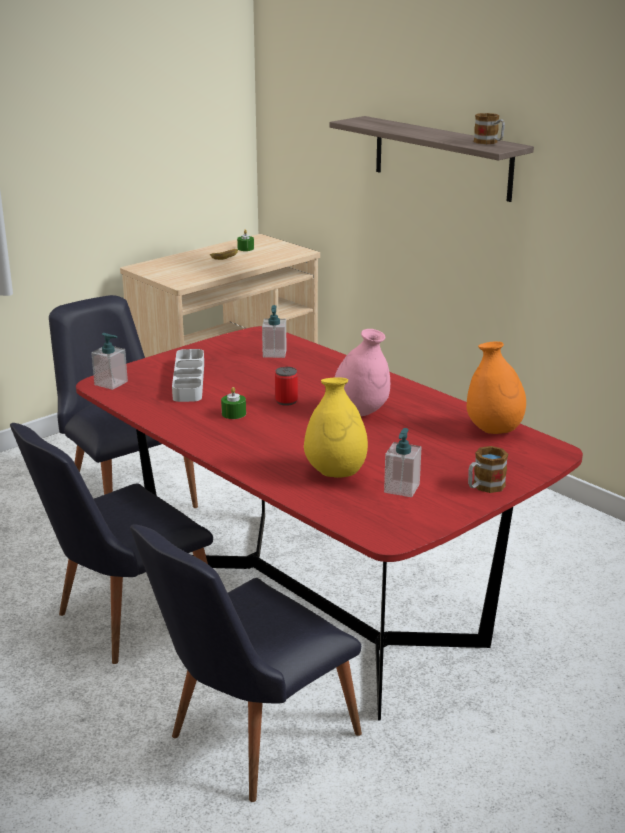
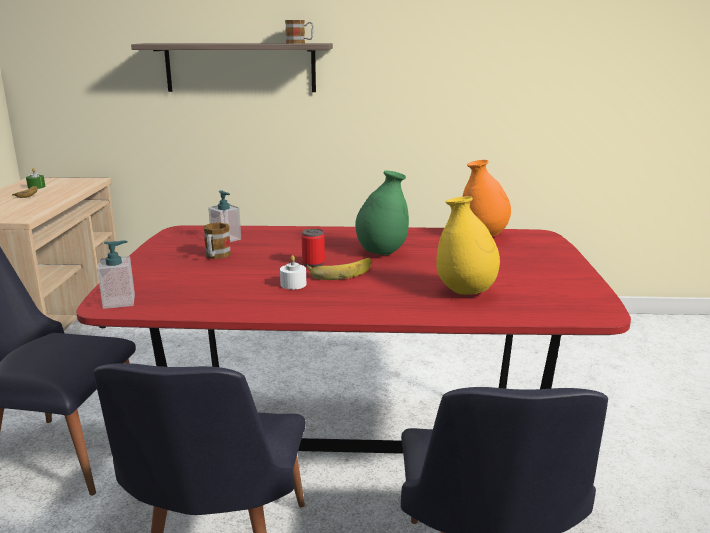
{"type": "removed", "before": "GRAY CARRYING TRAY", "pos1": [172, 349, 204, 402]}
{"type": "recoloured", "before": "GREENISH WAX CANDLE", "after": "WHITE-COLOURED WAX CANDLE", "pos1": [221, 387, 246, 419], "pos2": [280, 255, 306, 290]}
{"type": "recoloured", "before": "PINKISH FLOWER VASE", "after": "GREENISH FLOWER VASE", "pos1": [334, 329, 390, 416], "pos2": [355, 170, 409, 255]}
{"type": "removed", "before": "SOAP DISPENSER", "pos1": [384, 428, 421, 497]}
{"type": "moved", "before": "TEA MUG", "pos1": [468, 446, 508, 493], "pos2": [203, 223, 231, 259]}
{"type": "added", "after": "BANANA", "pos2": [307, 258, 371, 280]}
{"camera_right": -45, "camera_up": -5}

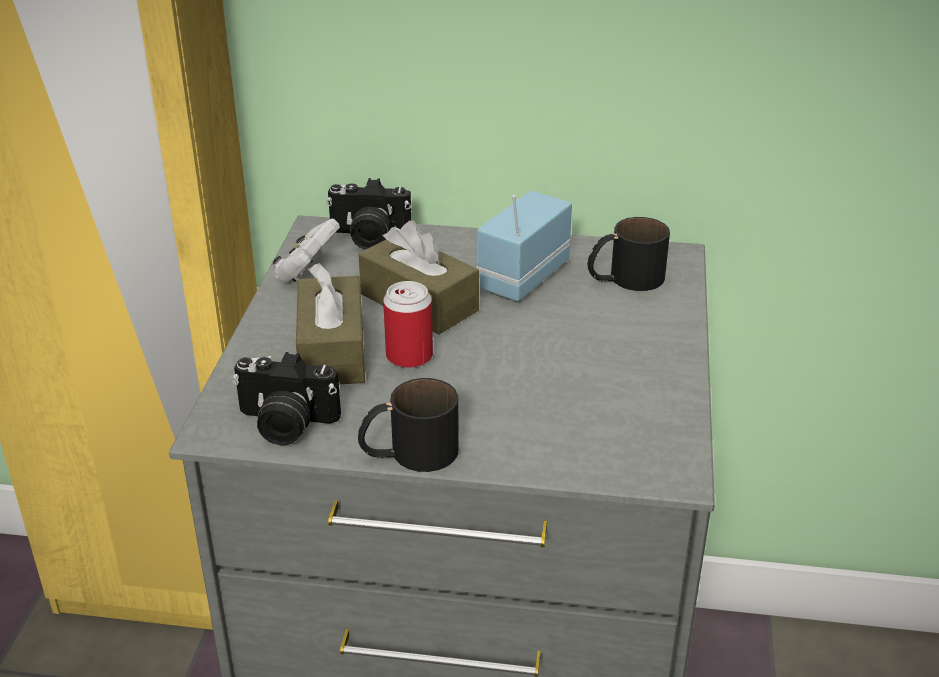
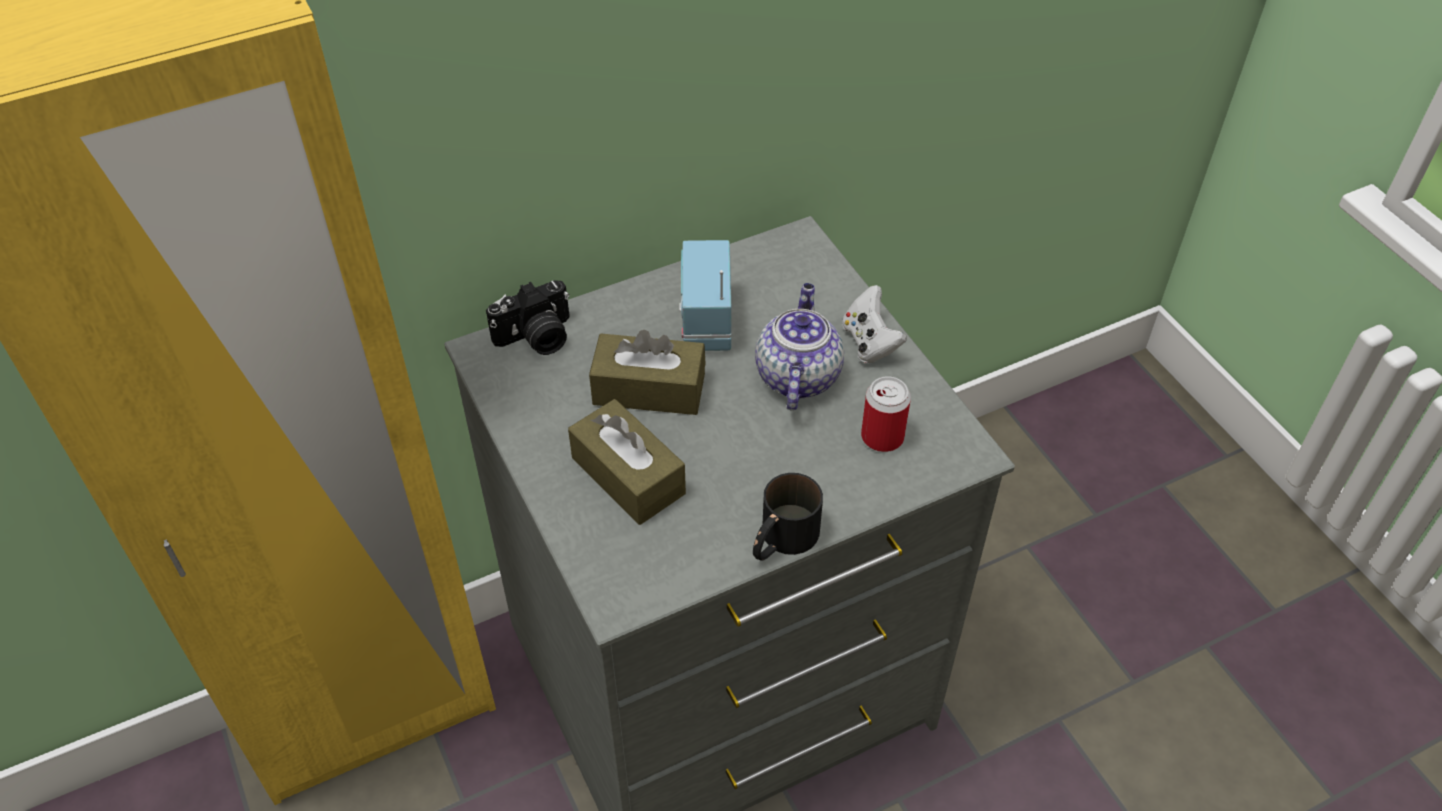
{"type": "removed", "before": "PHOTO CAMERA", "pos1": [232, 352, 341, 446]}
{"type": "moved", "before": "WHITE-COLOURED GAME CONTROLLER", "pos1": [273, 219, 340, 282], "pos2": [842, 285, 907, 363]}
{"type": "moved", "before": "METAL CAN", "pos1": [383, 281, 433, 368], "pos2": [861, 376, 911, 452]}
{"type": "removed", "before": "BLACK-COLOURED TEA MUG", "pos1": [588, 217, 670, 291]}
{"type": "added", "after": "TEAPOT", "pos2": [755, 283, 844, 411]}
{"camera_right": -35, "camera_up": 15}

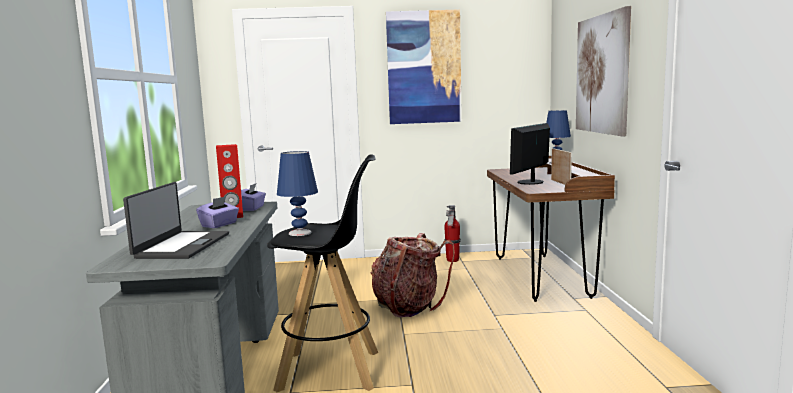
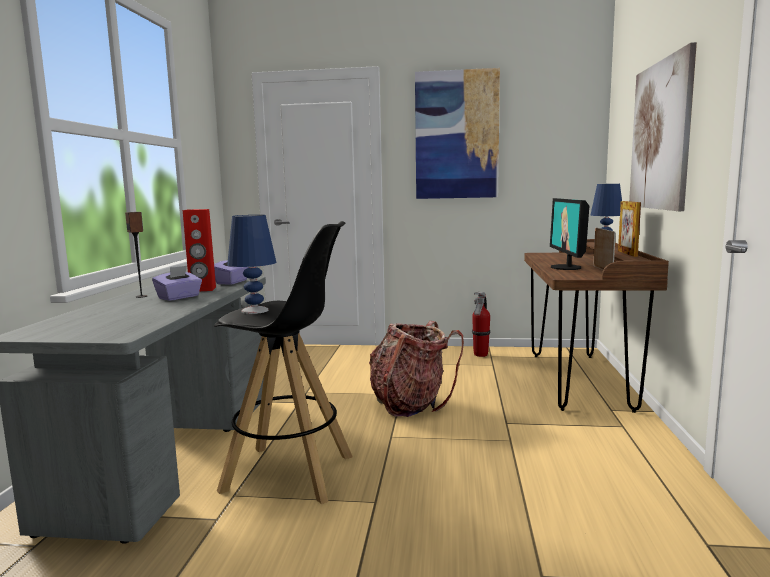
{"type": "removed", "before": "NOTEBOOK COMPUTER", "pos1": [123, 182, 229, 259]}
{"type": "turned", "before": "MONITOR", "pos1": [510, 123, 550, 185], "pos2": [550, 198, 589, 270], "turn": -45}
{"type": "added", "after": "LOUDSPEAKER", "pos2": [125, 212, 147, 298]}
{"type": "added", "after": "STANDING FRAME", "pos2": [618, 201, 641, 257]}
{"camera_right": 10, "camera_up": 0}

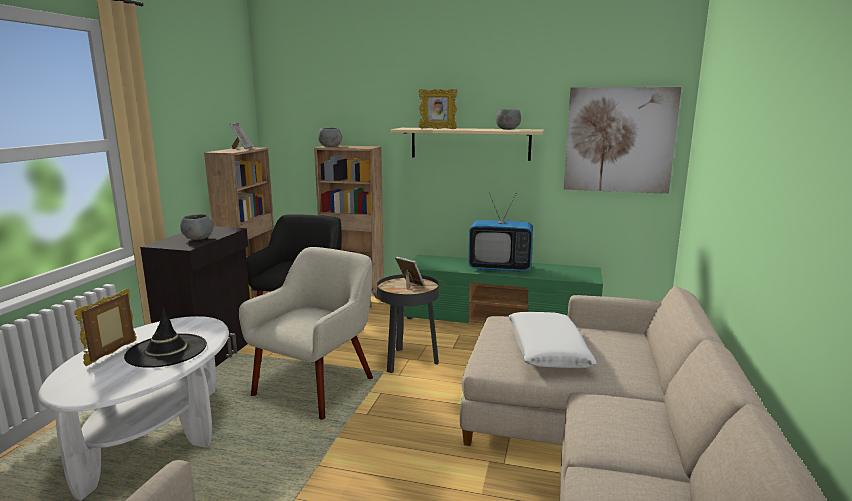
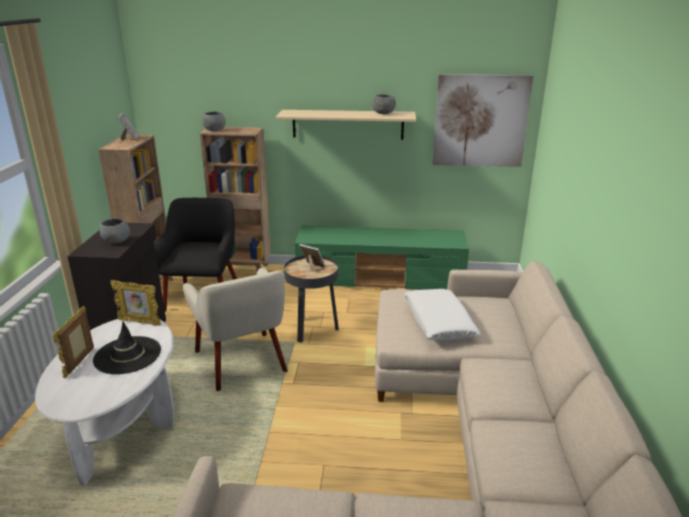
{"type": "turned", "before": "BEIGE ARMCHAIR", "pos1": [239, 247, 373, 420], "pos2": [183, 267, 288, 391], "turn": 135}
{"type": "moved", "before": "STANDING FRAME", "pos1": [419, 89, 457, 129], "pos2": [110, 280, 161, 326]}
{"type": "removed", "before": "TV", "pos1": [468, 193, 533, 272]}
{"camera_right": -10, "camera_up": 10}

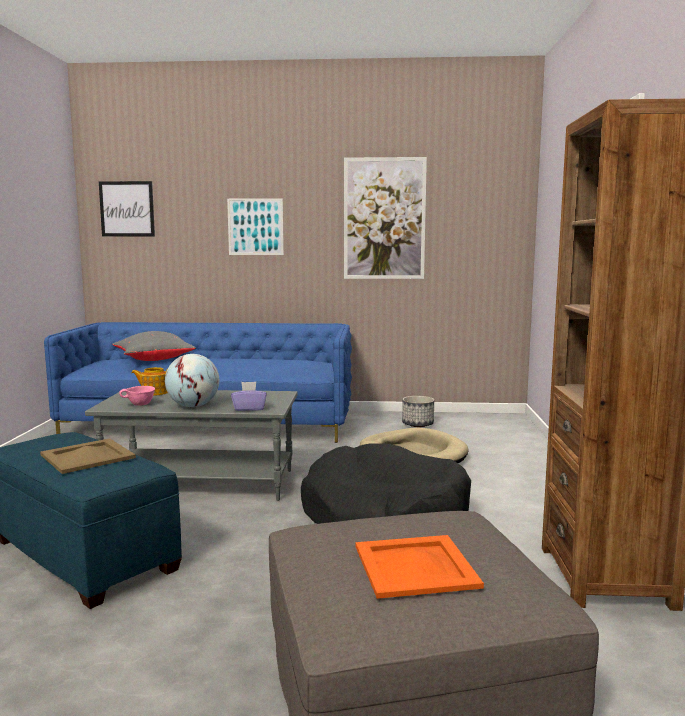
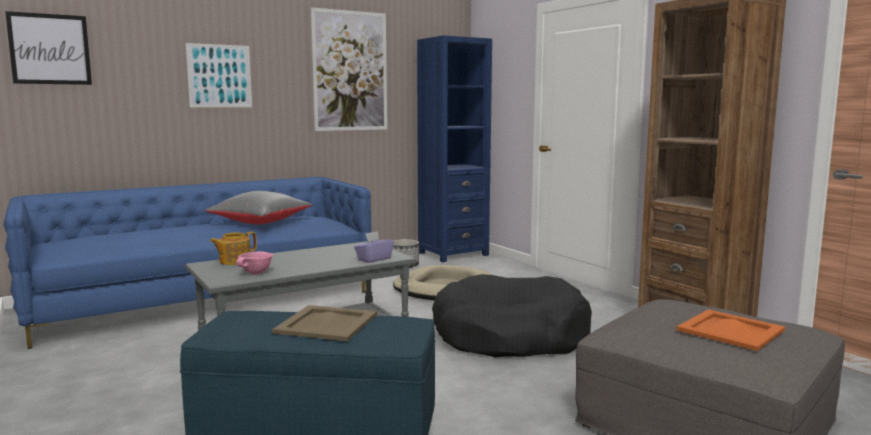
{"type": "moved", "before": "GRAY THROW PILLOW", "pos1": [112, 331, 196, 361], "pos2": [205, 191, 312, 224]}
{"type": "removed", "before": "DESK GLOBE", "pos1": [165, 354, 219, 407]}
{"type": "added", "after": "BLUISH BOOKSHELF", "pos2": [417, 35, 492, 262]}
{"camera_right": -35, "camera_up": 0}

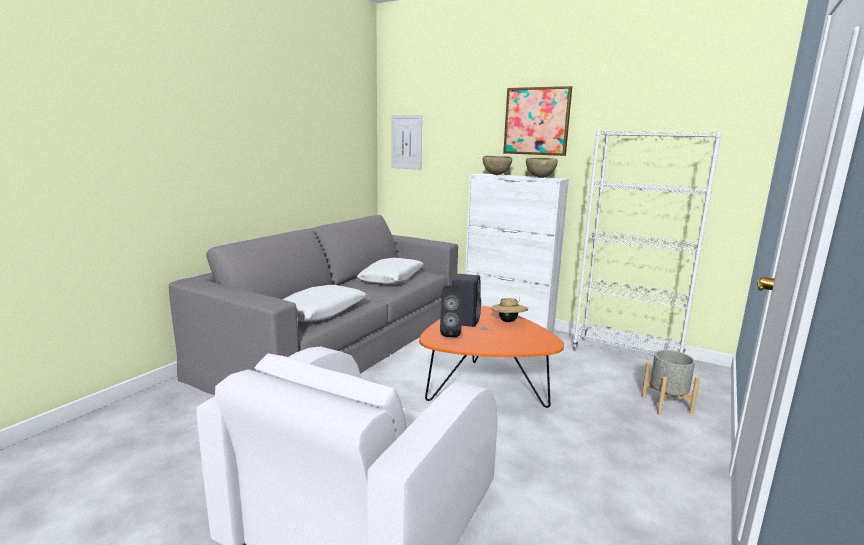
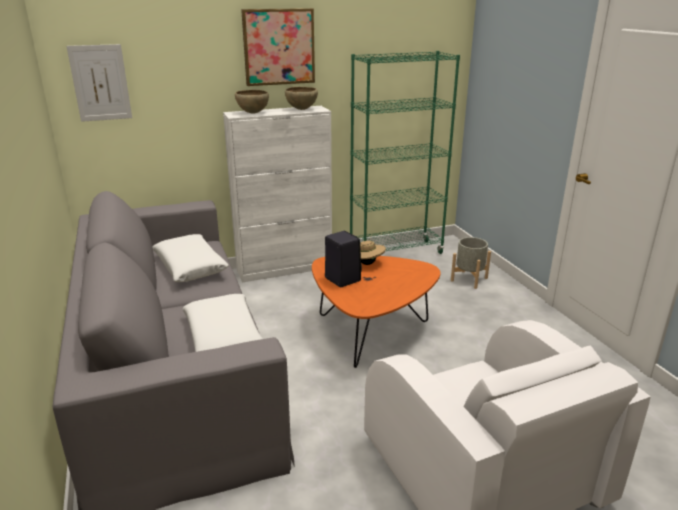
{"type": "removed", "before": "BLACK-COLOURED LOUDSPEAKER", "pos1": [440, 286, 462, 337]}
{"type": "recoloured", "before": "WHITE-COLOURED BOOKSHELF", "after": "GREENISH BOOKSHELF", "pos1": [572, 130, 722, 354], "pos2": [350, 51, 460, 254]}
{"camera_right": -50, "camera_up": 10}

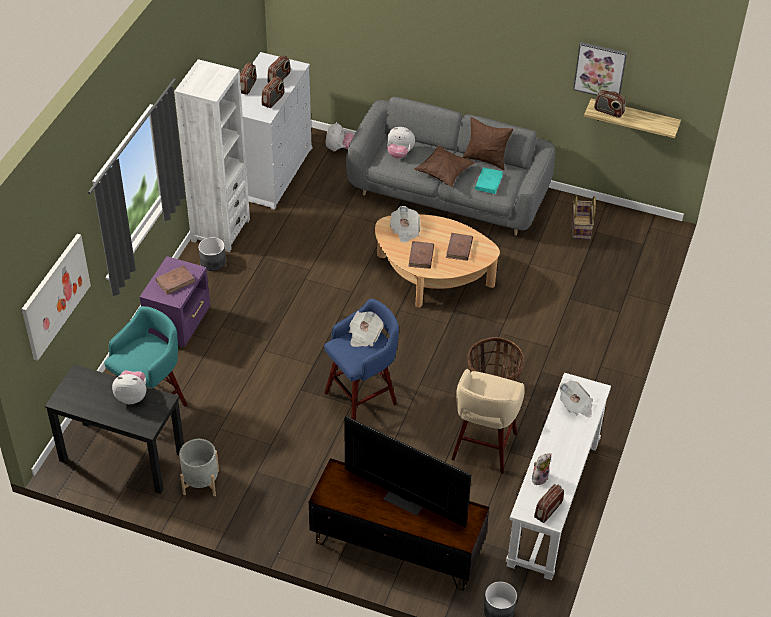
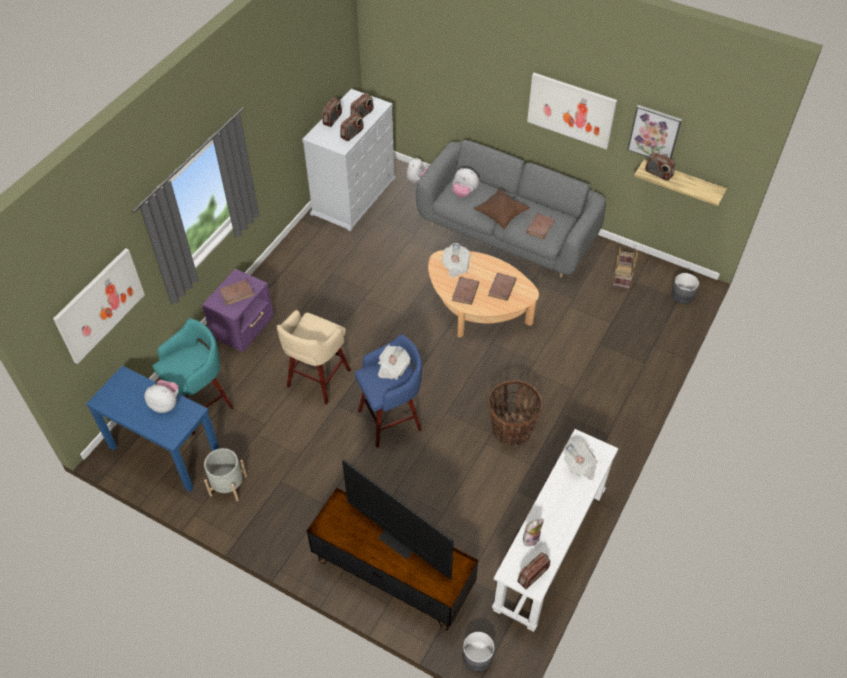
{"type": "recoloured", "before": "BLACK-COLOURED DESK", "after": "BLUISH DESK", "pos1": [45, 364, 184, 494], "pos2": [86, 365, 220, 492]}
{"type": "removed", "before": "WHITE-COLOURED BOOKSHELF", "pos1": [174, 59, 250, 252]}
{"type": "moved", "before": "GRAY FLOWER POT", "pos1": [198, 237, 226, 271], "pos2": [671, 273, 699, 304]}
{"type": "moved", "before": "BEIGE STOOL", "pos1": [451, 369, 525, 474], "pos2": [277, 310, 351, 404]}
{"type": "removed", "before": "BROWNISH THROW PILLOW", "pos1": [463, 117, 513, 170]}
{"type": "recoloured", "before": "BLUE-GREEN BOUND BOOK", "after": "BROWNISH BOUND BOOK", "pos1": [475, 167, 503, 194], "pos2": [526, 213, 555, 239]}
{"type": "added", "after": "WALL ART", "pos2": [527, 73, 617, 150]}
{"camera_right": 10, "camera_up": 5}

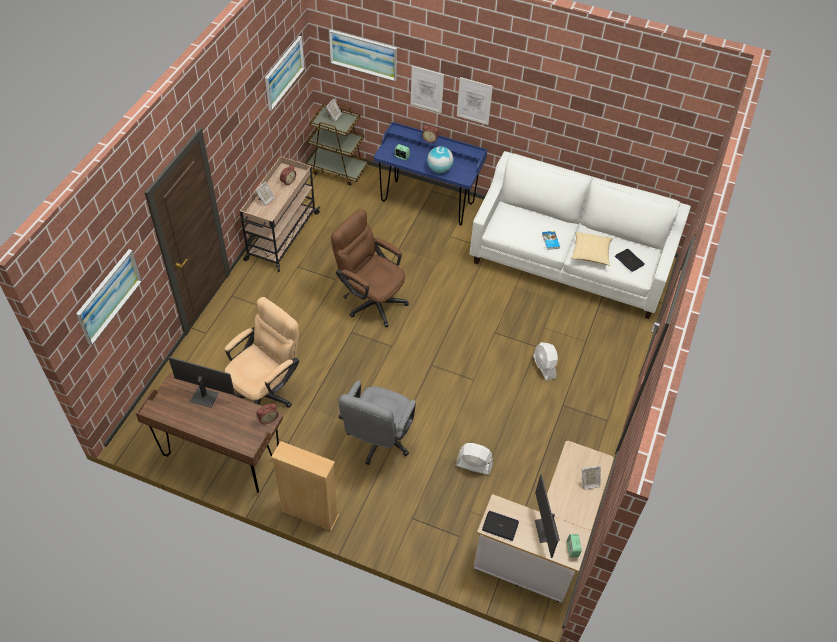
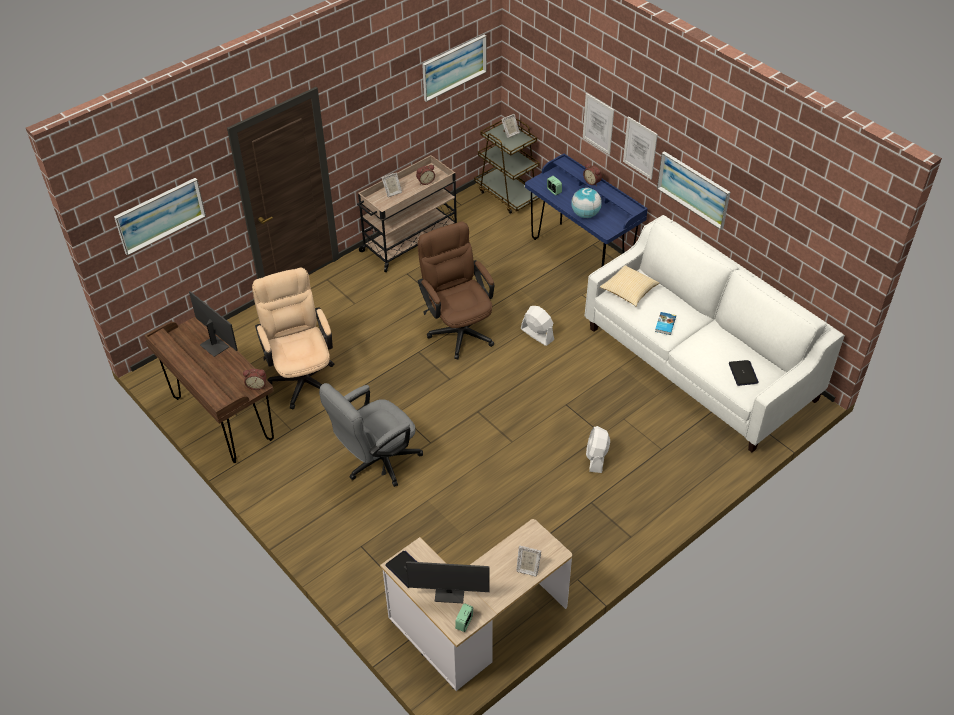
{"type": "turned", "before": "BEIGE COMPUTER CHAIR", "pos1": [225, 297, 299, 408], "pos2": [252, 267, 334, 410], "turn": -90}
{"type": "removed", "before": "BEIGE BOOKSHELF", "pos1": [271, 441, 339, 531]}
{"type": "moved", "before": "WALL ART", "pos1": [329, 30, 397, 81], "pos2": [657, 151, 730, 230]}
{"type": "moved", "before": "WHITE-COLOURED COOLING FAN", "pos1": [456, 443, 493, 475], "pos2": [521, 306, 554, 346]}
{"type": "turned", "before": "MONITOR", "pos1": [535, 474, 560, 558], "pos2": [406, 561, 490, 603], "turn": -105}
{"type": "moved", "before": "THROW PILLOW", "pos1": [571, 232, 613, 266], "pos2": [600, 265, 659, 306]}
{"camera_right": 30, "camera_up": -5}

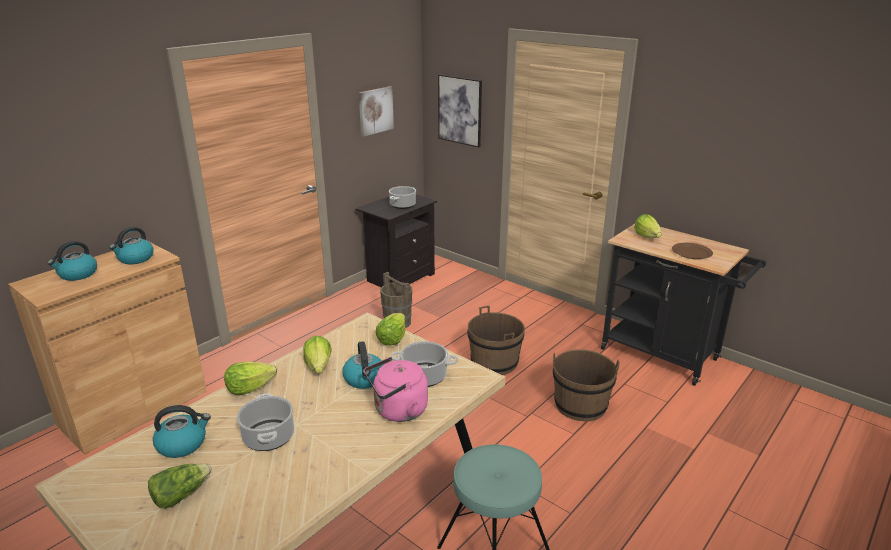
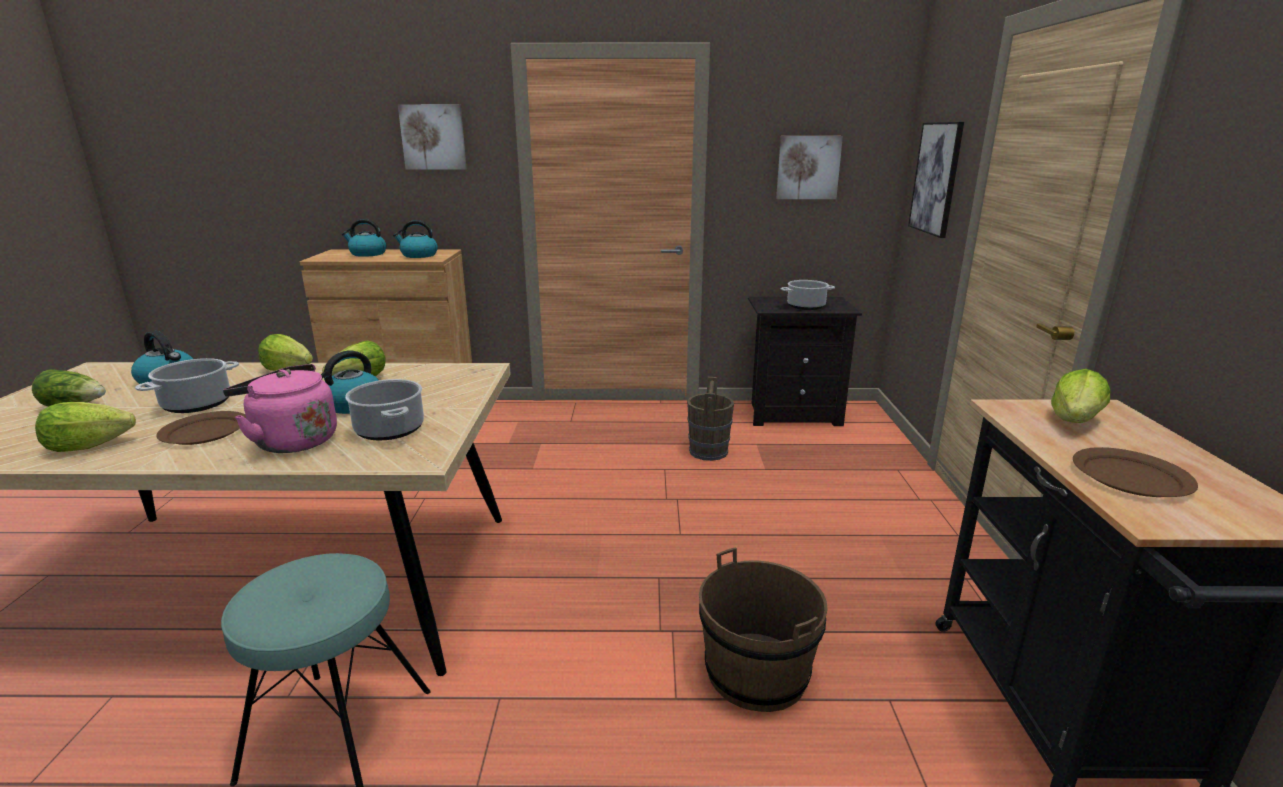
{"type": "moved", "before": "HEAD OF LETTUCE", "pos1": [376, 313, 405, 346], "pos2": [35, 402, 136, 452]}
{"type": "removed", "before": "BROWNISH WATER BUCKET", "pos1": [468, 306, 525, 375]}
{"type": "added", "after": "BROWNISH PLATE", "pos2": [156, 411, 246, 445]}
{"type": "added", "after": "WALL ART", "pos2": [398, 104, 467, 170]}
{"camera_right": 50, "camera_up": -5}

